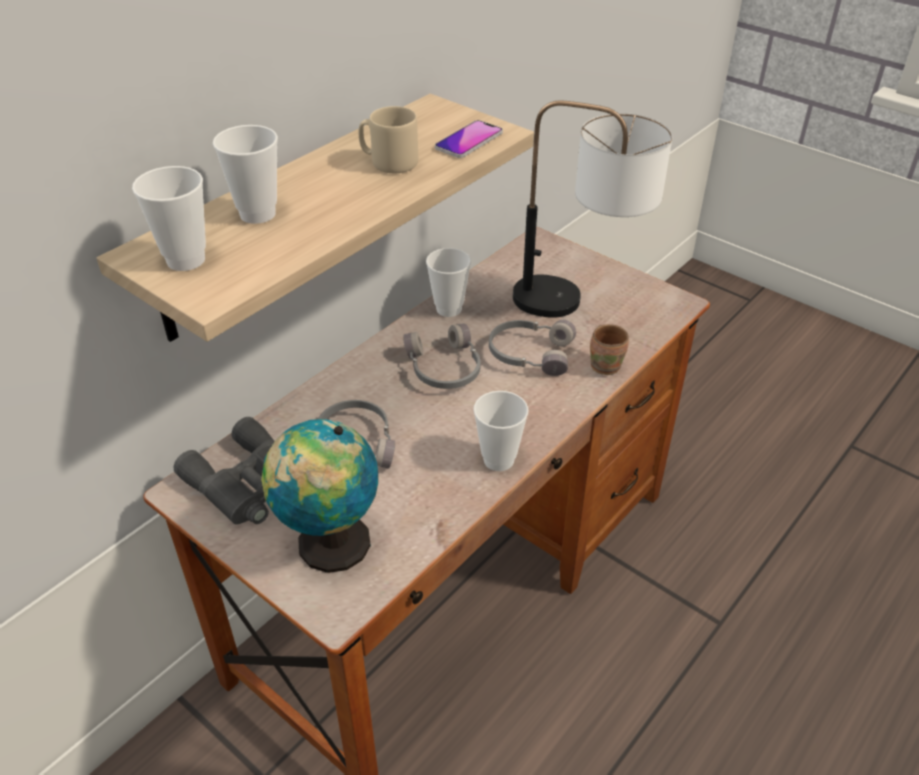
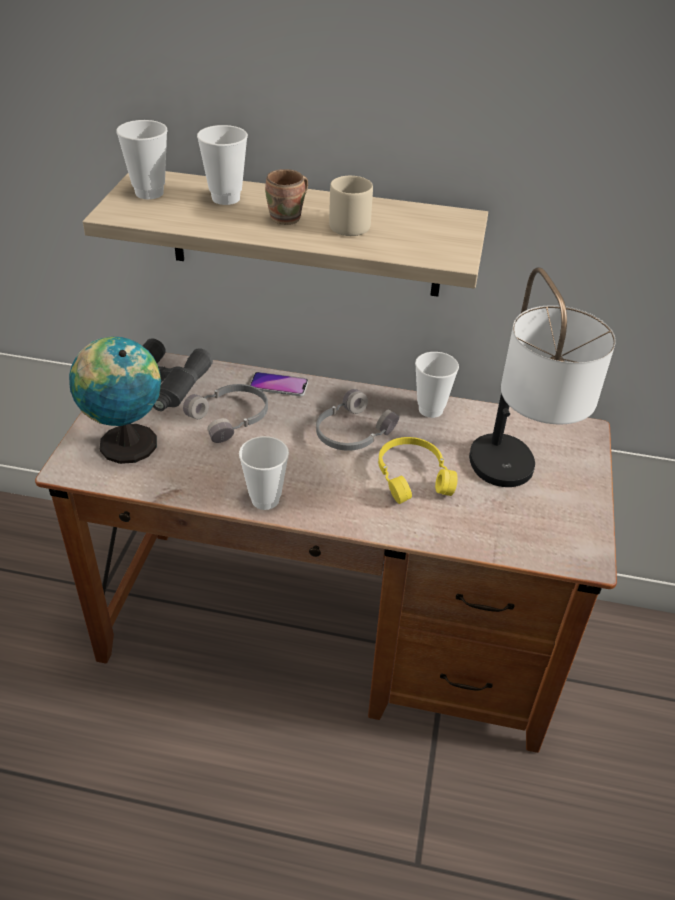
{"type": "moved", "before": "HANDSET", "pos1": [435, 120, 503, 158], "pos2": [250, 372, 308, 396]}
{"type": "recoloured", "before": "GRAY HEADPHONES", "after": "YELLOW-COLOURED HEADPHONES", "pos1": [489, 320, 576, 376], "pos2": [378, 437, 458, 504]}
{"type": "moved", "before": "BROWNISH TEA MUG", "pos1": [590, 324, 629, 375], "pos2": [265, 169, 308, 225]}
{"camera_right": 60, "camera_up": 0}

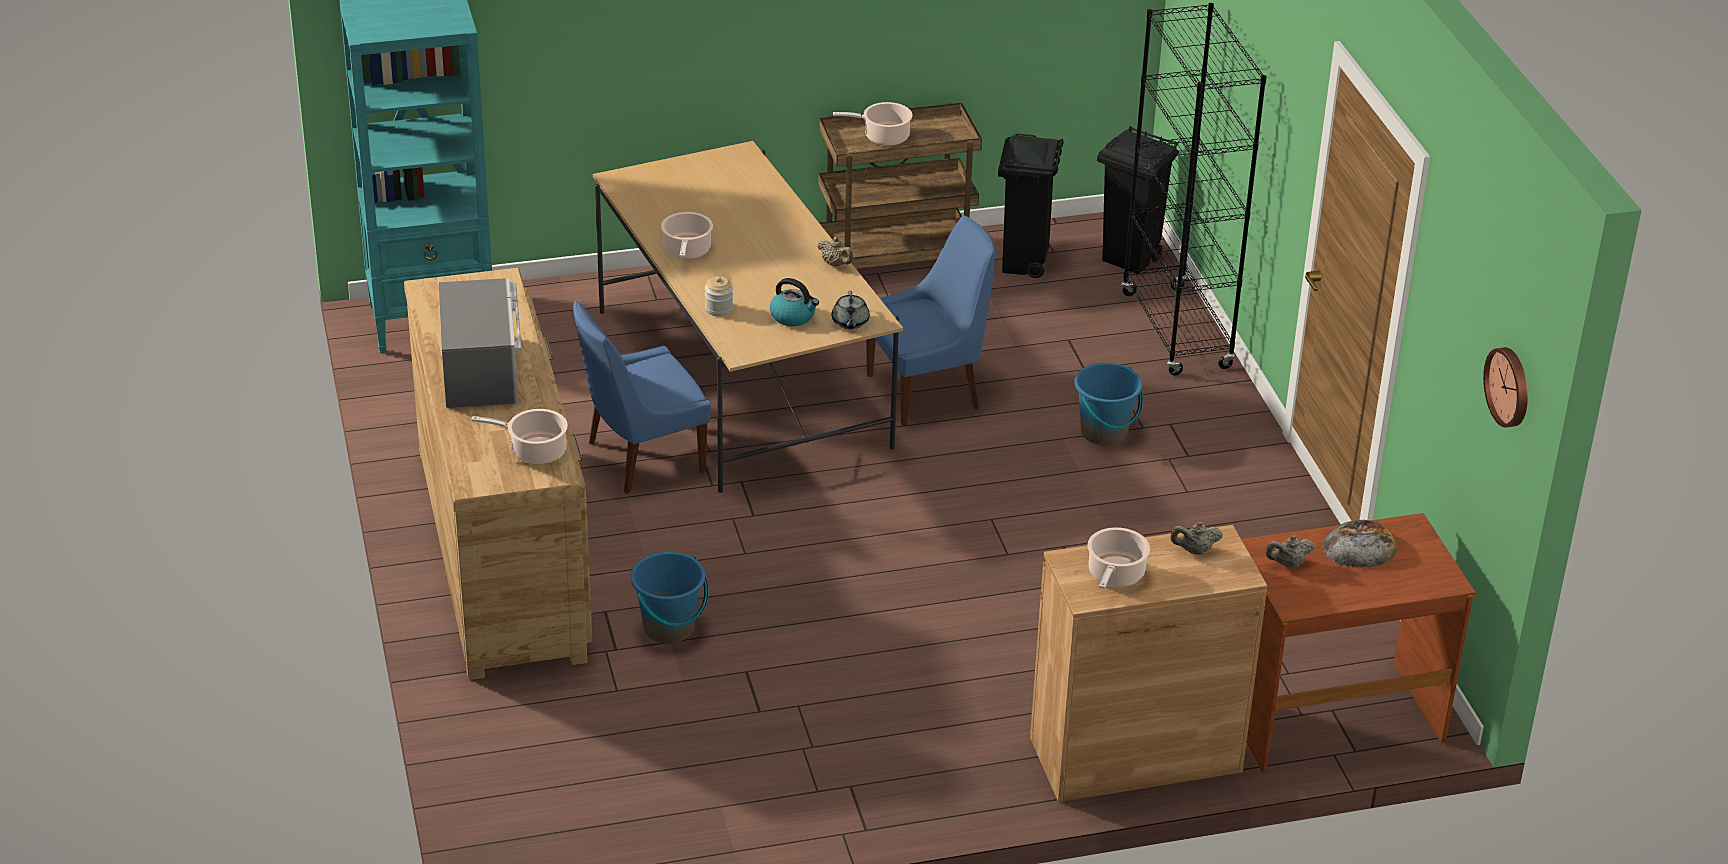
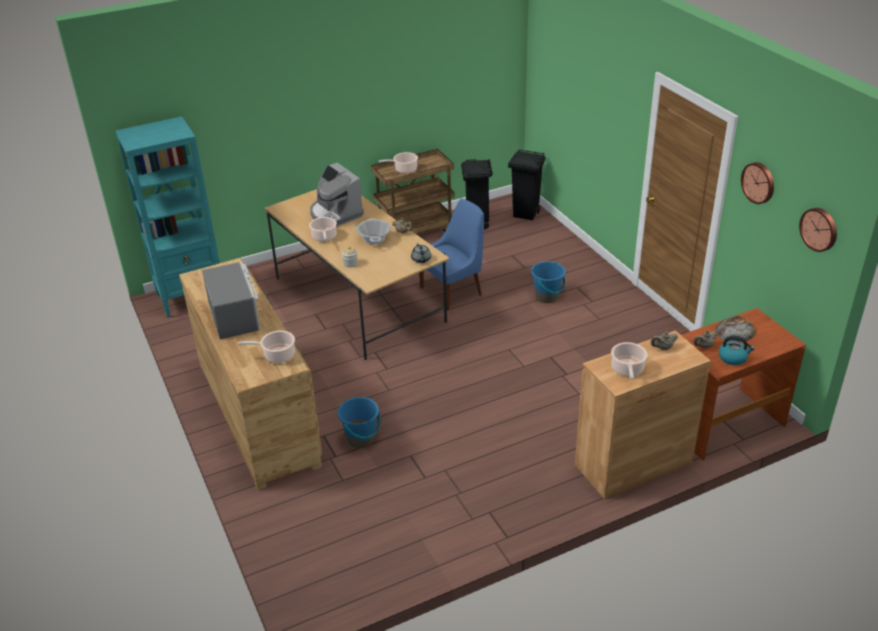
{"type": "removed", "before": "BLUISH PLAIN CHAIR", "pos1": [573, 301, 711, 494]}
{"type": "moved", "before": "KETTLE", "pos1": [770, 278, 819, 326], "pos2": [719, 335, 755, 365]}
{"type": "removed", "before": "BLACK-COLOURED BOOKSHELF", "pos1": [1121, 3, 1267, 376]}
{"type": "added", "after": "COFFEE MAKER", "pos2": [310, 163, 364, 226]}
{"type": "added", "after": "SAUCEPOT", "pos2": [356, 218, 391, 245]}
{"type": "added", "after": "CLOCK ON THE WALL", "pos2": [741, 162, 774, 204]}
{"camera_right": -10, "camera_up": 0}

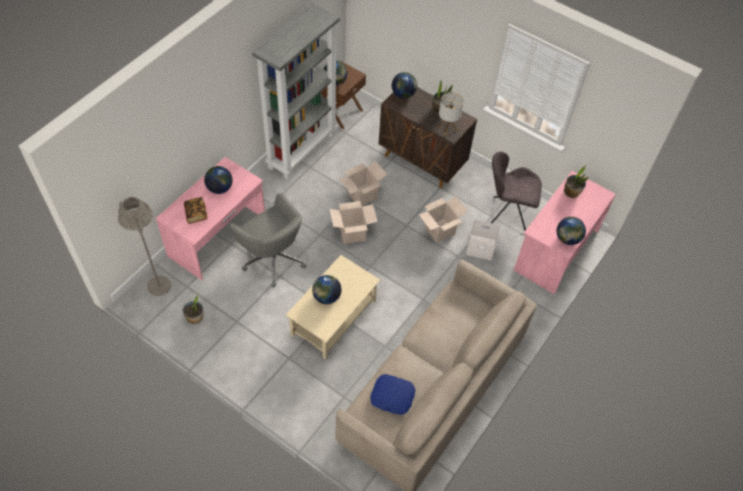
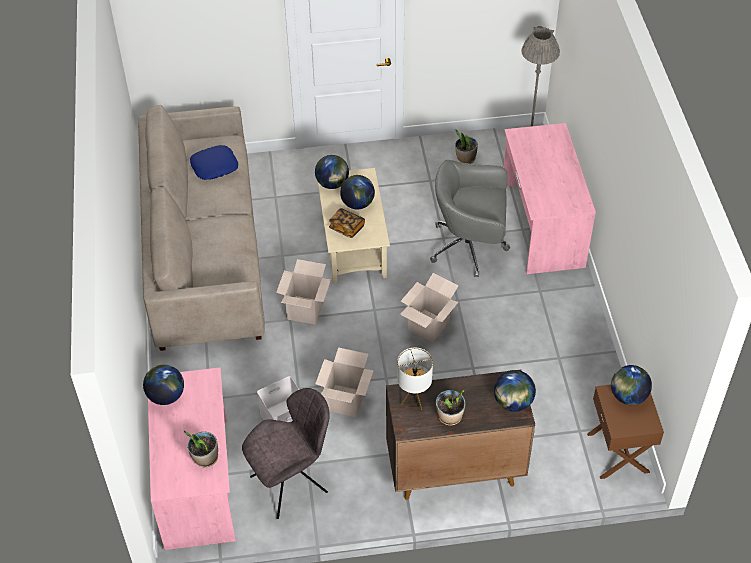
{"type": "moved", "before": "BOUND BOOK", "pos1": [184, 197, 207, 224], "pos2": [329, 208, 365, 238]}
{"type": "moved", "before": "DESK GLOBE", "pos1": [204, 166, 233, 194], "pos2": [315, 155, 349, 189]}
{"type": "removed", "before": "GRAY BOOKSHELF", "pos1": [252, 3, 340, 180]}
{"type": "moved", "before": "CARTON", "pos1": [339, 160, 387, 206], "pos2": [276, 259, 331, 325]}
{"camera_right": 140, "camera_up": -5}

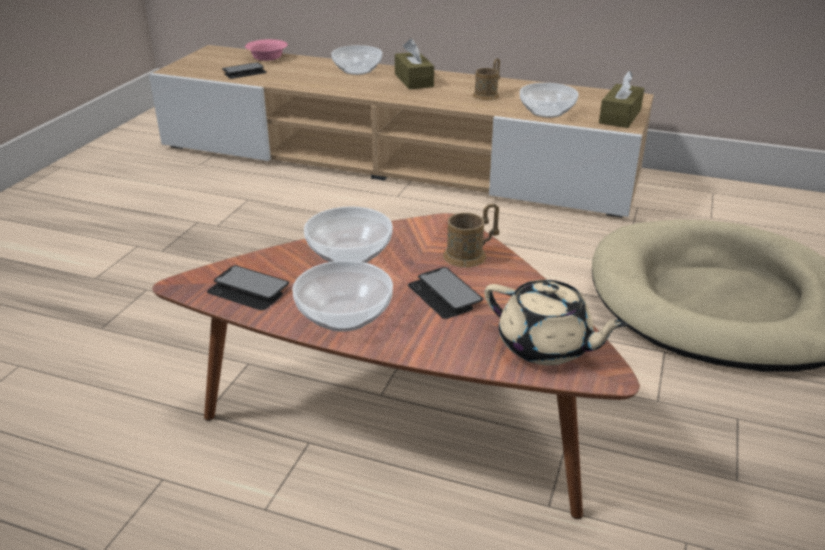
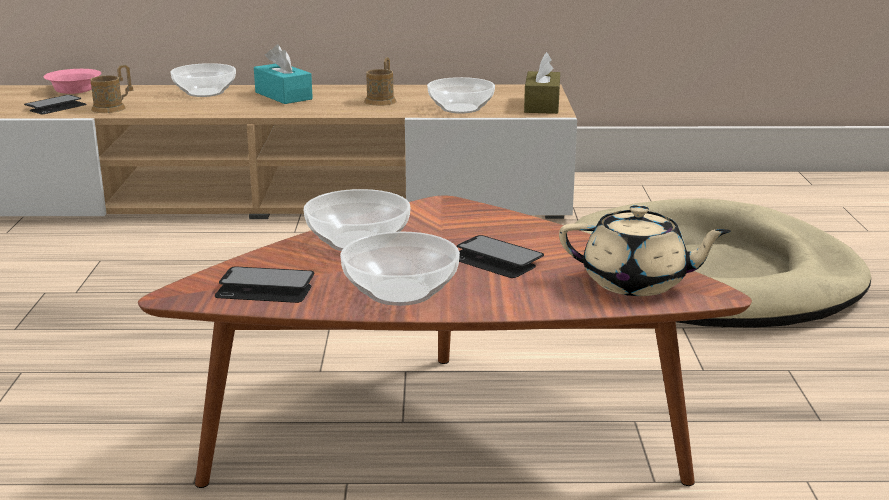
{"type": "recoloured", "before": "BROWNISH TISSUE HOLDER", "after": "BLUE-GREEN TISSUE HOLDER", "pos1": [395, 39, 434, 90], "pos2": [254, 44, 313, 104]}
{"type": "moved", "before": "BROWNISH TEA MUG", "pos1": [443, 203, 499, 268], "pos2": [90, 65, 133, 113]}
{"camera_right": -20, "camera_up": -10}

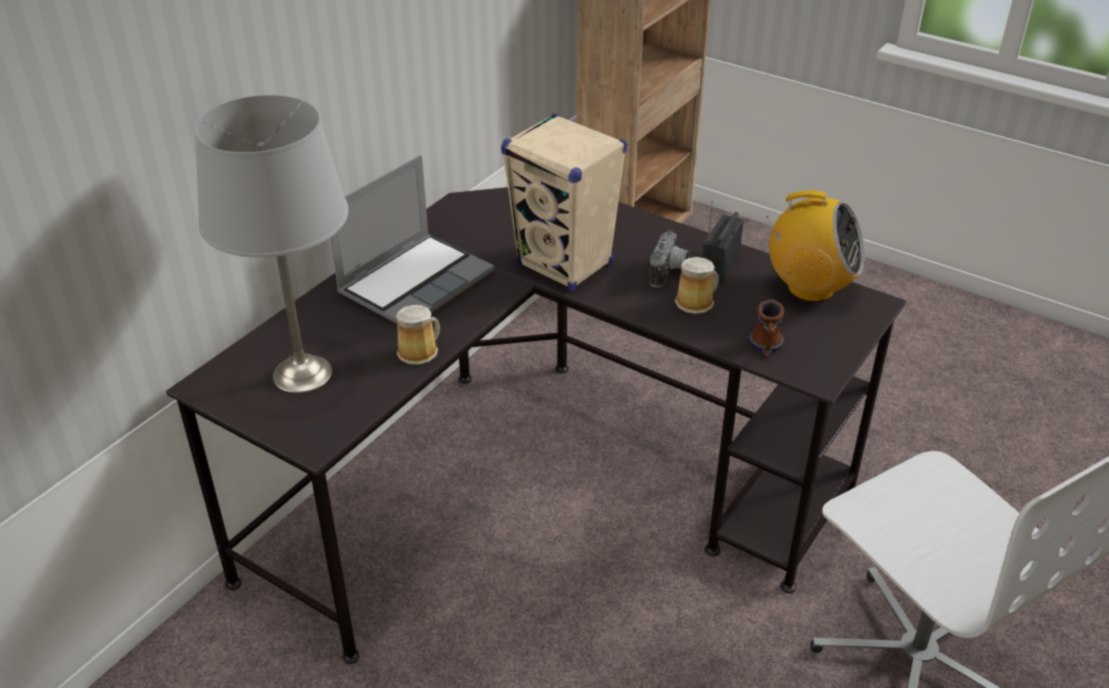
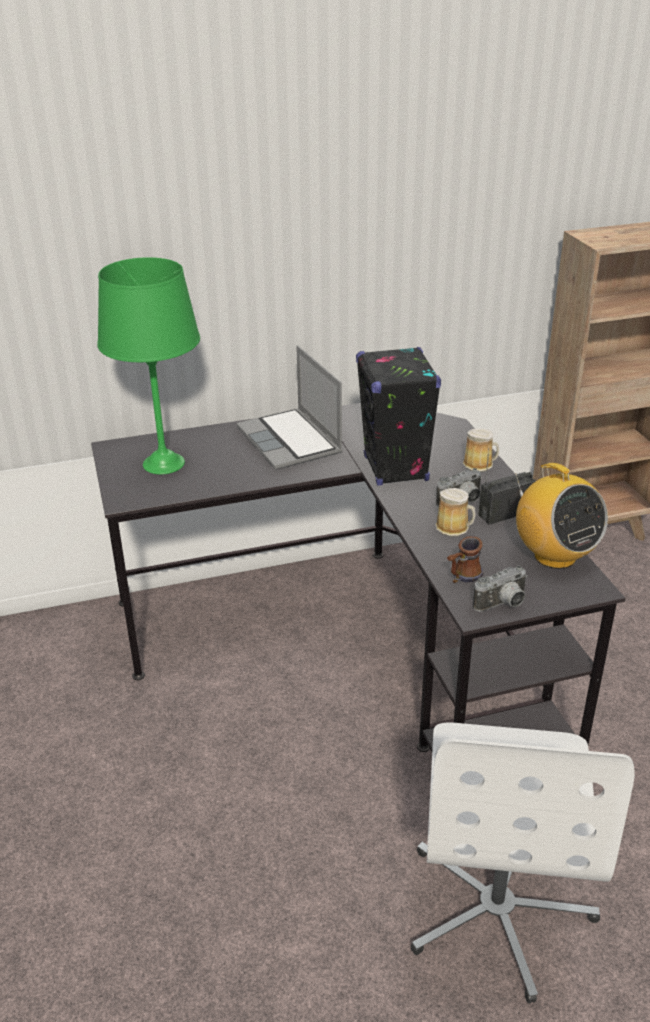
{"type": "recoloured", "before": "GRAY LAMP FOR A TABLE", "after": "GREENISH LAMP FOR A TABLE", "pos1": [194, 95, 349, 393], "pos2": [97, 257, 200, 475]}
{"type": "turned", "before": "NOTEBOOK COMPUTER", "pos1": [330, 155, 494, 324], "pos2": [237, 346, 343, 470], "turn": 75}
{"type": "moved", "before": "TEA MUG", "pos1": [396, 305, 440, 365], "pos2": [463, 428, 499, 472]}
{"type": "recoloured", "before": "BEIGE LOUDSPEAKER", "after": "BLACK-COLOURED LOUDSPEAKER", "pos1": [501, 113, 627, 291], "pos2": [356, 347, 441, 485]}
{"type": "added", "after": "PHOTO CAMERA", "pos2": [473, 565, 527, 612]}
{"camera_right": 40, "camera_up": -5}

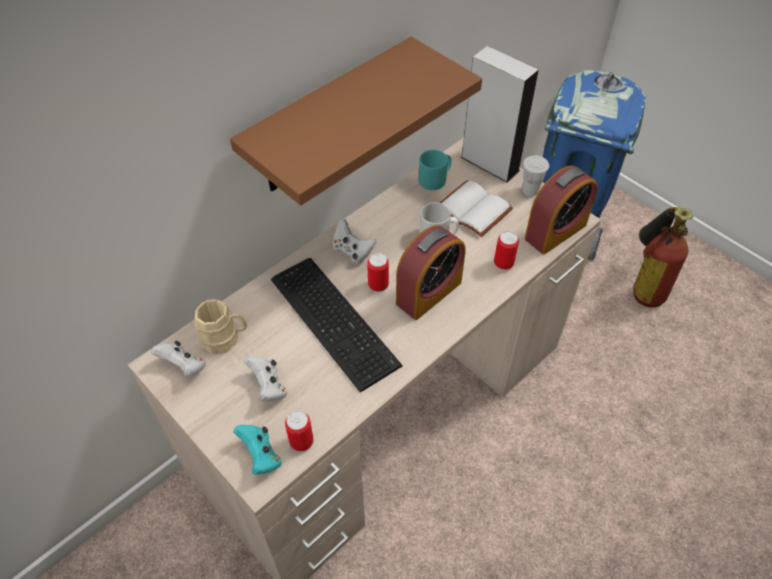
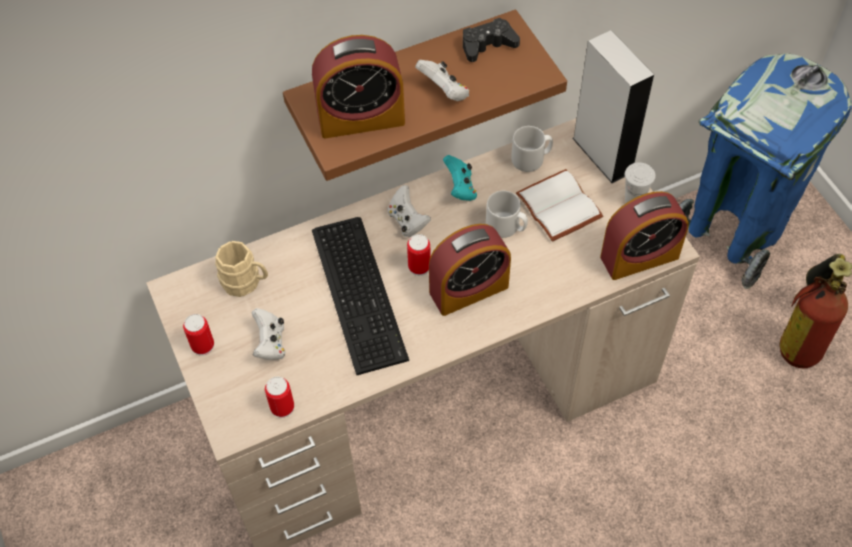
{"type": "moved", "before": "WHITE-COLOURED GAME CONTROLLER", "pos1": [151, 341, 206, 376], "pos2": [415, 60, 469, 101]}
{"type": "moved", "before": "BLUE-GREEN GAME CONTROLLER", "pos1": [233, 425, 282, 475], "pos2": [443, 155, 477, 201]}
{"type": "recoloured", "before": "BLUE-GREEN TEA MUG", "after": "GRAY TEA MUG", "pos1": [419, 150, 451, 190], "pos2": [511, 126, 553, 172]}
{"type": "moved", "before": "METAL CAN", "pos1": [494, 231, 519, 271], "pos2": [183, 314, 214, 356]}
{"type": "added", "after": "BEDSIDE CLOCK", "pos2": [312, 35, 405, 138]}
{"type": "added", "after": "BLACK-COLOURED GAME CONTROLLER", "pos2": [463, 18, 520, 62]}
{"camera_right": 20, "camera_up": 5}

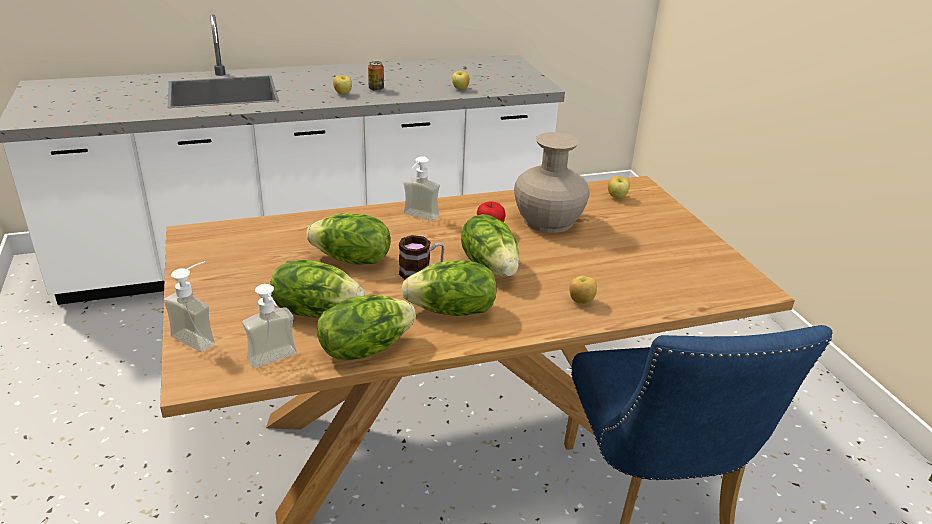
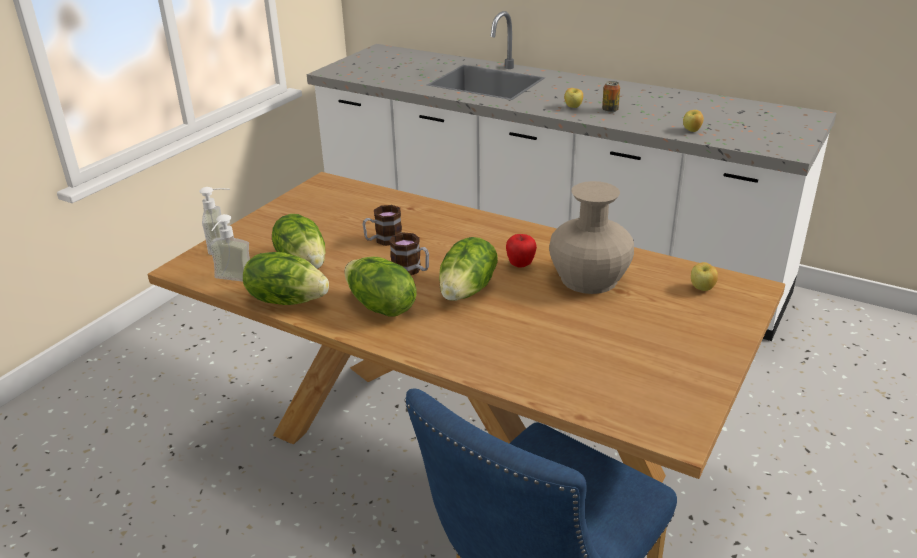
{"type": "replaced", "before": "HEAD OF LETTUCE", "after": "TEA MUG", "pos1": [306, 213, 391, 265], "pos2": [362, 205, 402, 246]}
{"type": "removed", "before": "SOAP DISPENSER", "pos1": [404, 156, 440, 221]}
{"type": "removed", "before": "APPLE", "pos1": [569, 276, 597, 304]}
{"camera_right": 50, "camera_up": 0}

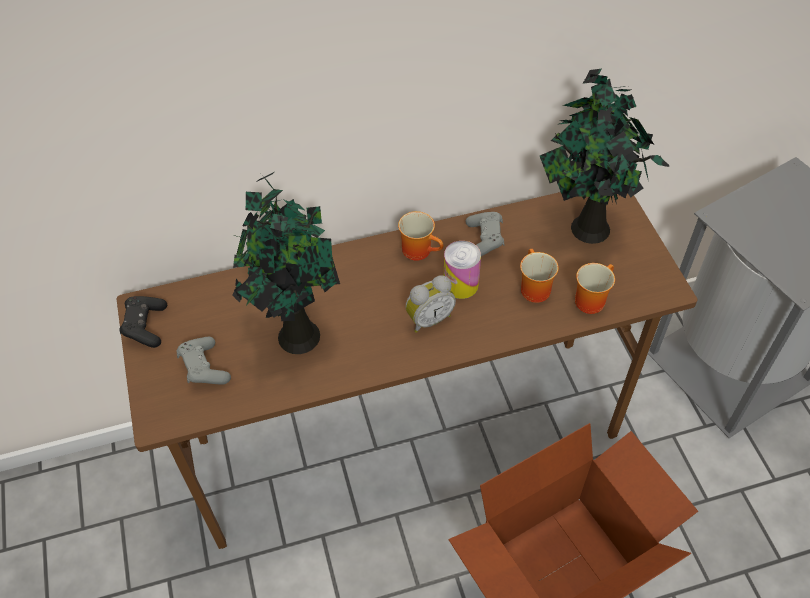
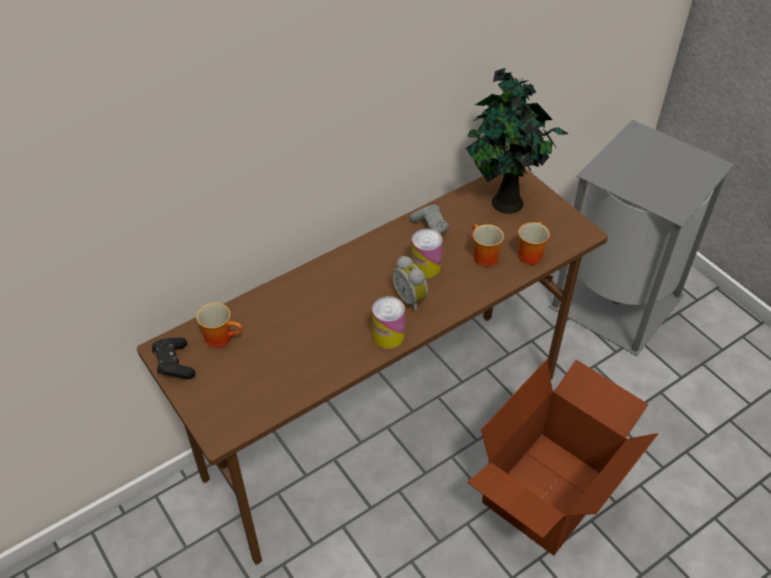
{"type": "removed", "before": "GRAY GAME CONTROLLER", "pos1": [176, 337, 231, 385]}
{"type": "removed", "before": "HOUSEPLANT", "pos1": [232, 172, 340, 354]}
{"type": "moved", "before": "TEA MUG", "pos1": [398, 211, 444, 261], "pos2": [196, 303, 243, 348]}
{"type": "turned", "before": "BEDSIDE CLOCK", "pos1": [405, 275, 456, 333], "pos2": [392, 256, 428, 312], "turn": 105}
{"type": "added", "after": "METAL CAN", "pos2": [372, 296, 405, 349]}
{"camera_right": -20, "camera_up": -5}

